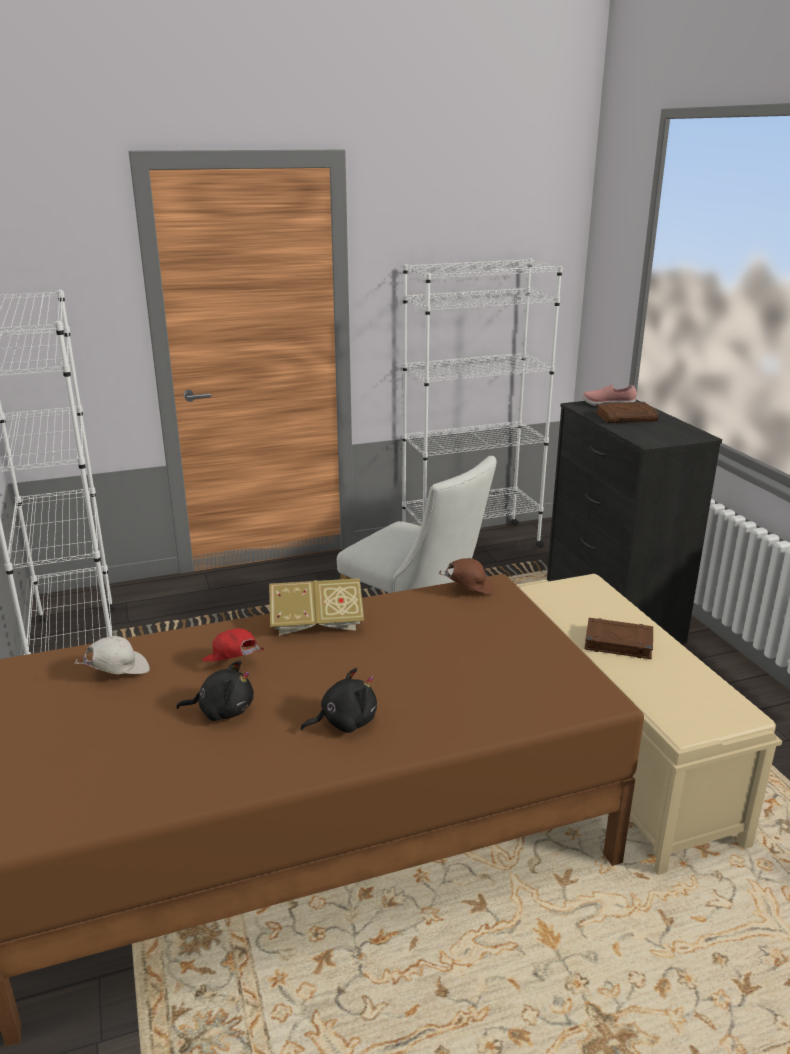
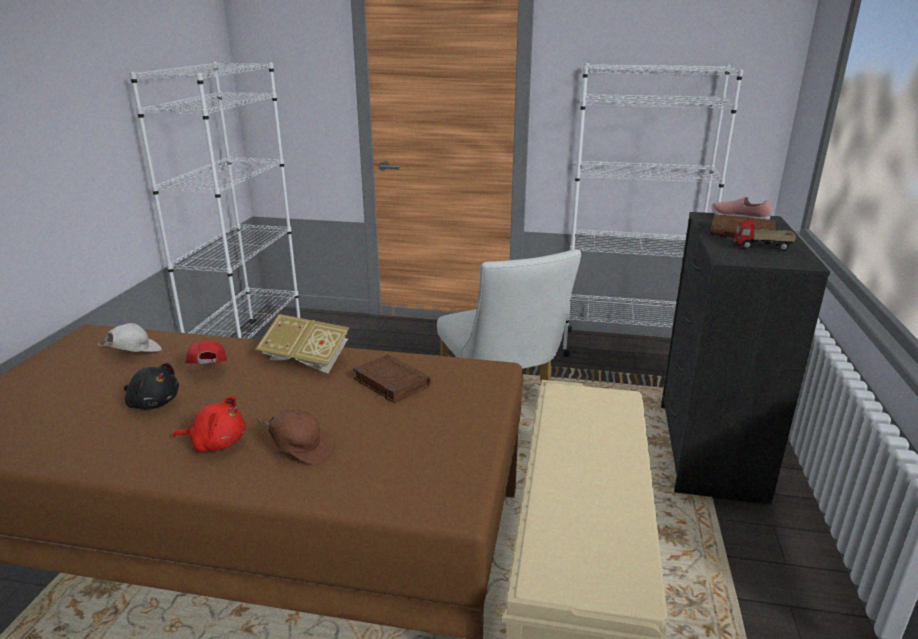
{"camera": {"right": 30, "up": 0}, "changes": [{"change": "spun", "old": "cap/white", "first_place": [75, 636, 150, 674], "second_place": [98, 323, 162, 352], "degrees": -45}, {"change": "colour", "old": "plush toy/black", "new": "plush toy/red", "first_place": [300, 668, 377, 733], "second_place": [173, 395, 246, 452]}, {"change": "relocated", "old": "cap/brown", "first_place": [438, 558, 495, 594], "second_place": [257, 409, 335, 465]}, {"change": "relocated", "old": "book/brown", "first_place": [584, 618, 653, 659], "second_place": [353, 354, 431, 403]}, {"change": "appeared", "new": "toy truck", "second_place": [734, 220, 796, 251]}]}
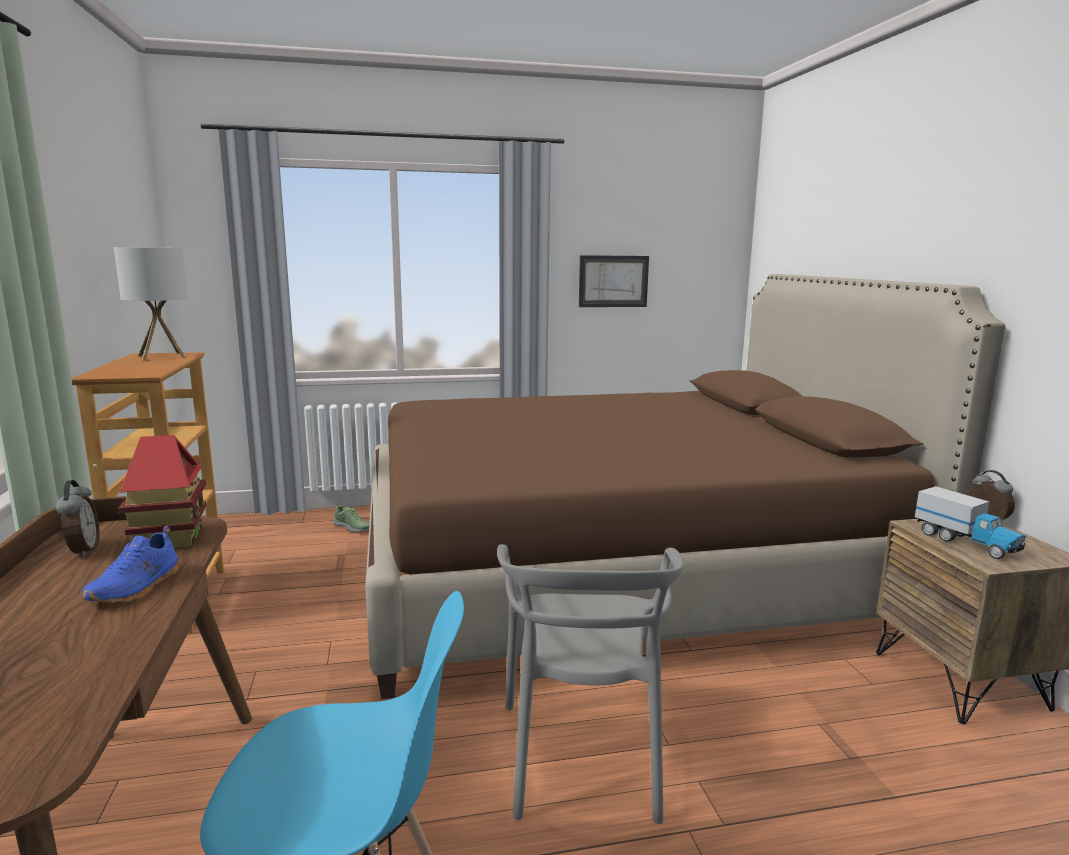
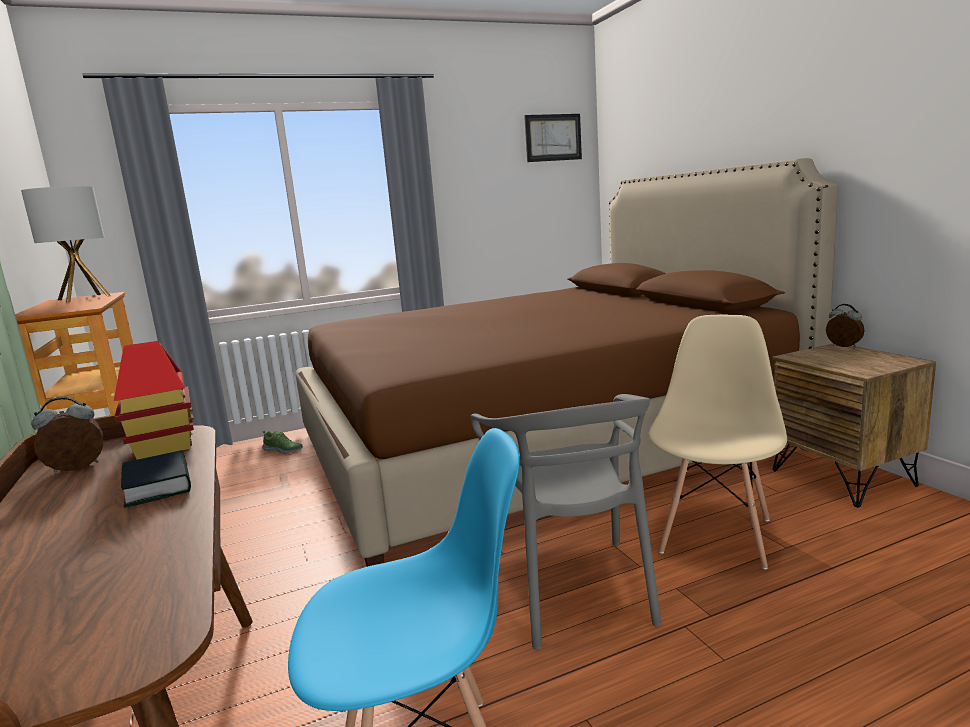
{"camera": {"right": -10, "up": 0}, "changes": [{"change": "spun", "old": "alarm clock", "first_place": [55, 480, 99, 557], "second_place": [31, 397, 103, 472], "degrees": -90}, {"change": "exchanged", "old": "shoe/blue", "new": "book", "first_place": [83, 526, 180, 603], "second_place": [121, 450, 191, 508]}, {"change": "relocated", "old": "picture", "first_place": [579, 255, 649, 307], "second_place": [524, 114, 582, 162]}, {"change": "missing", "old": "toy truck", "first_place": [915, 486, 1026, 559]}, {"change": "appeared", "new": "chair/beige", "second_place": [649, 315, 787, 570]}]}
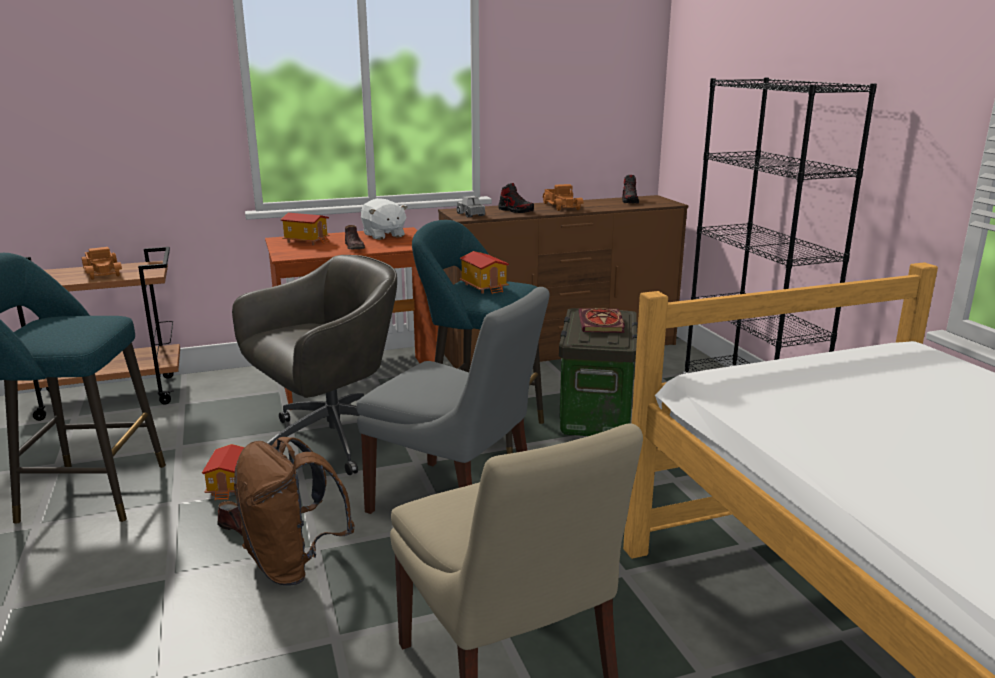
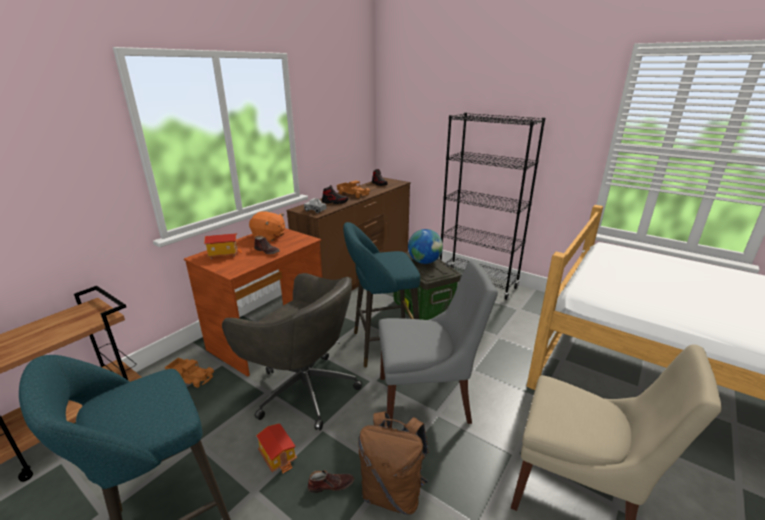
{"camera": {"right": -35, "up": 5}, "changes": [{"change": "relocated", "old": "toy truck", "first_place": [82, 247, 122, 280], "second_place": [165, 358, 214, 388]}, {"change": "spun", "old": "office chair/grey", "first_place": [232, 255, 397, 475], "second_place": [222, 273, 362, 430], "degrees": 105}, {"change": "colour", "old": "plush toy/white", "new": "plush toy/orange", "first_place": [361, 198, 407, 240], "second_place": [249, 211, 285, 241]}, {"change": "missing", "old": "toy house", "first_place": [460, 251, 509, 294]}, {"change": "exchanged", "old": "book", "new": "globe", "first_place": [579, 308, 625, 333], "second_place": [408, 229, 443, 264]}]}
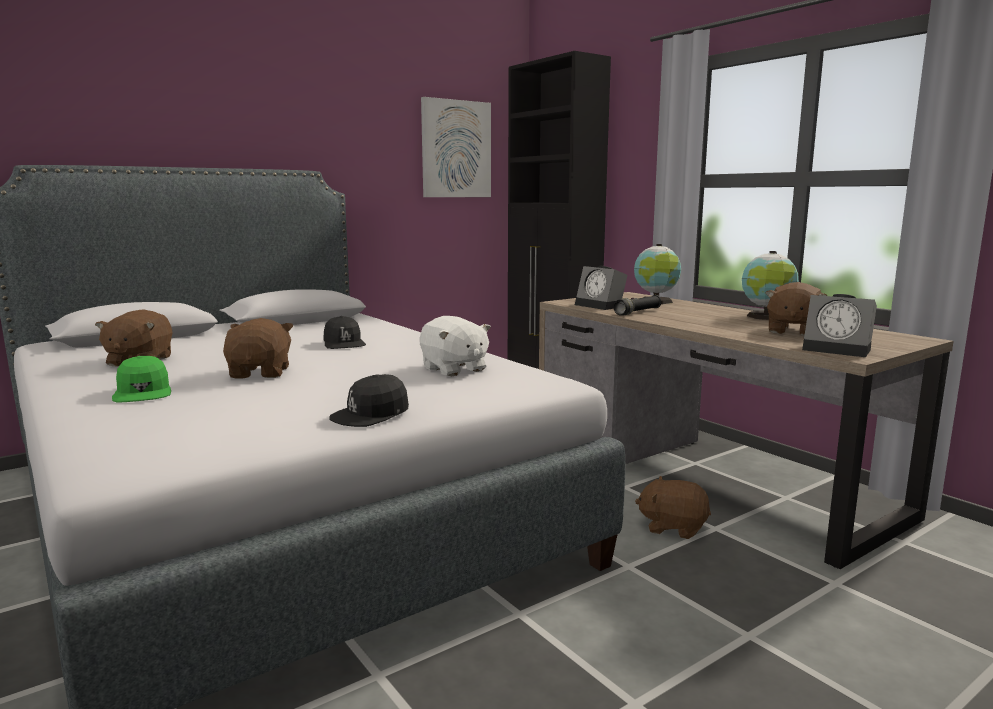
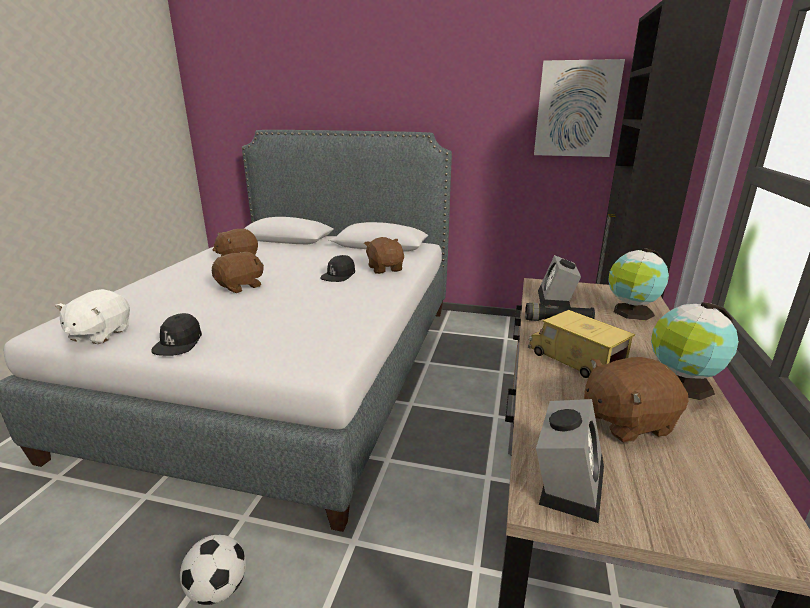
{"camera": {"right": 50, "up": 10}, "changes": [{"change": "missing", "old": "cap/green", "first_place": [112, 356, 171, 403]}, {"change": "spun", "old": "cap/black", "first_place": [329, 374, 409, 427], "second_place": [151, 313, 202, 356], "degrees": -90}, {"change": "relocated", "old": "plush toy/white", "first_place": [419, 316, 491, 376], "second_place": [55, 289, 130, 344]}, {"change": "relocated", "old": "plush toy/brown", "first_place": [635, 476, 711, 539], "second_place": [364, 237, 404, 274]}, {"change": "spun", "old": "alarm clock", "first_place": [802, 294, 877, 357], "second_place": [536, 399, 604, 523], "degrees": -150}, {"change": "appeared", "new": "football", "second_place": [180, 534, 246, 605]}, {"change": "appeared", "new": "toy truck", "second_place": [528, 310, 635, 378]}]}
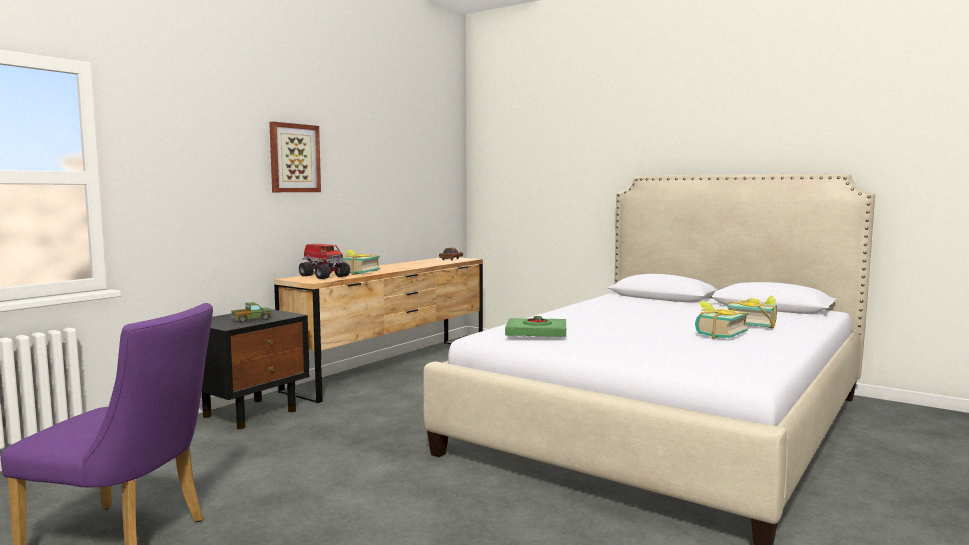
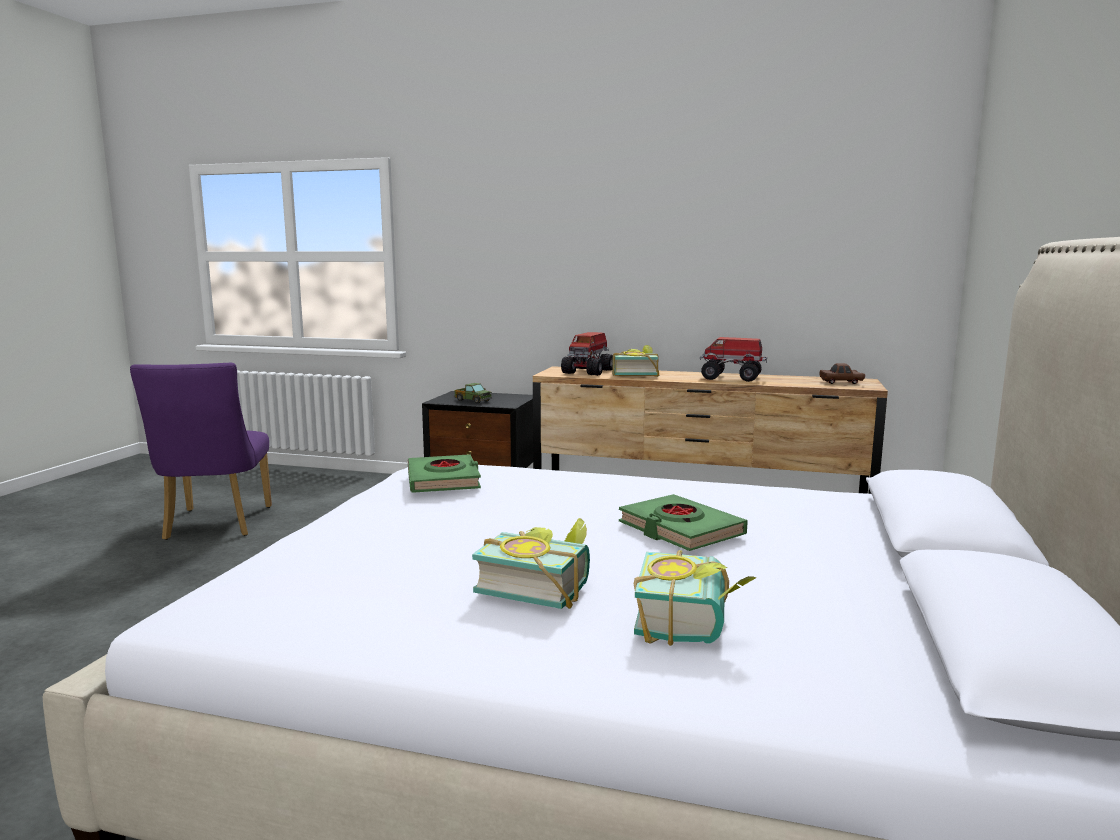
{"camera": {"right": 70, "up": 5}, "changes": [{"change": "missing", "old": "picture", "first_place": [269, 122, 321, 192]}, {"change": "appeared", "new": "book/green", "second_place": [619, 494, 748, 551]}, {"change": "appeared", "new": "toy truck", "second_place": [700, 337, 767, 382]}]}
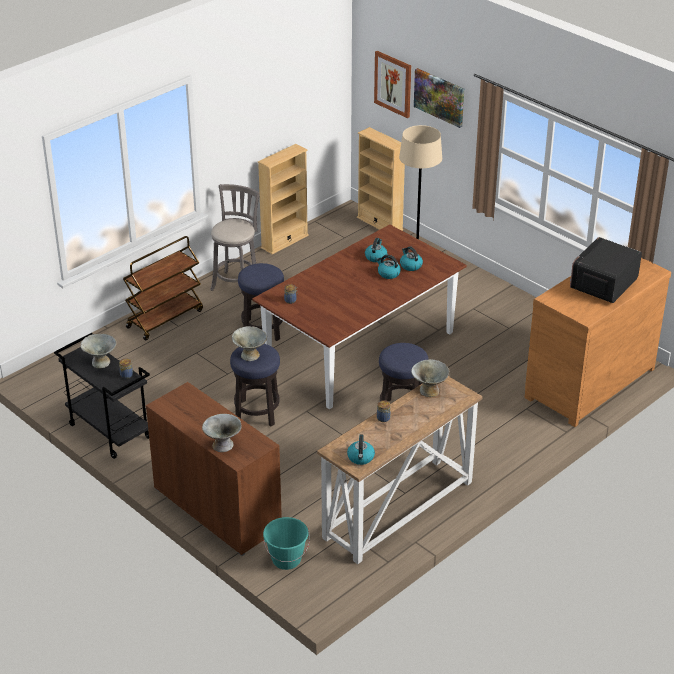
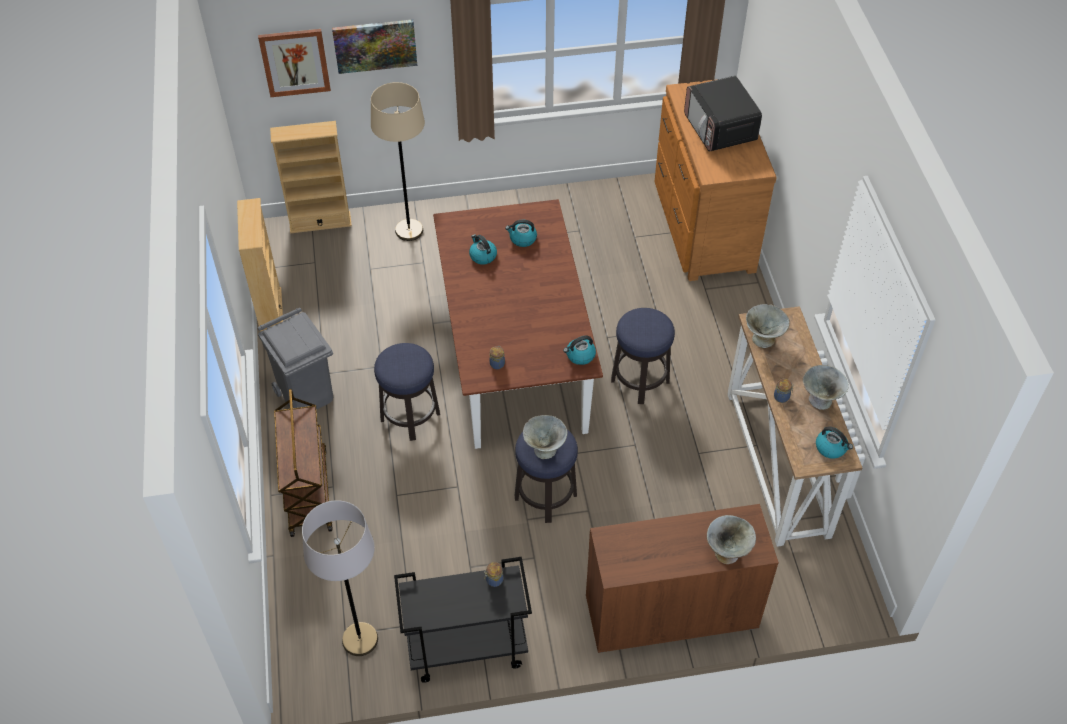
{"camera": {"right": -55, "up": 15}, "changes": [{"change": "relocated", "old": "bowl/grey", "first_place": [81, 334, 117, 368], "second_place": [802, 365, 849, 410]}, {"change": "exchanged", "old": "stool/grey", "new": "trash can/grey", "first_place": [210, 184, 260, 291], "second_place": [258, 308, 333, 410]}, {"change": "missing", "old": "bucket/turquoise", "first_place": [263, 517, 310, 570]}, {"change": "relocated", "old": "kettle", "first_place": [376, 255, 401, 279], "second_place": [563, 336, 596, 365]}, {"change": "appeared", "new": "floor lamp/grey", "second_place": [302, 500, 378, 656]}]}
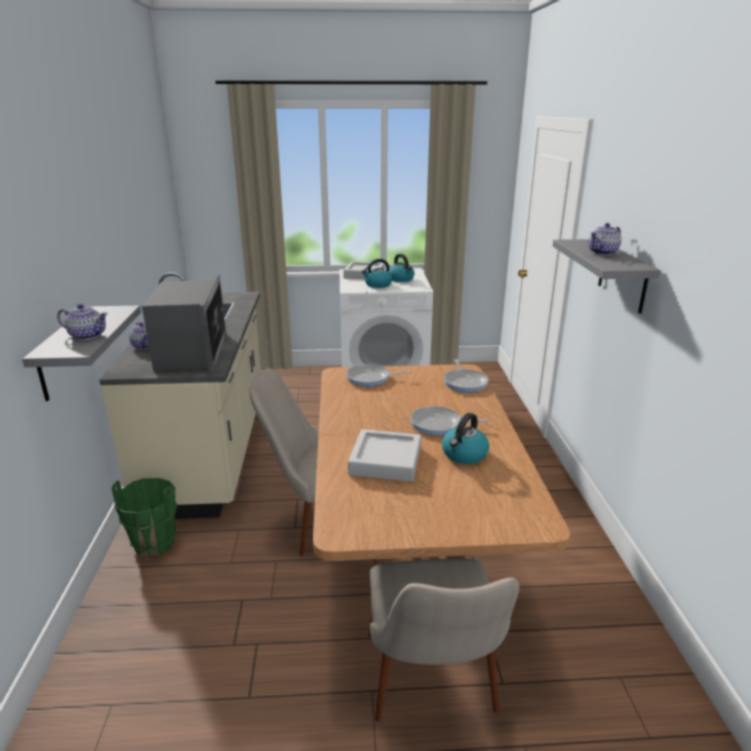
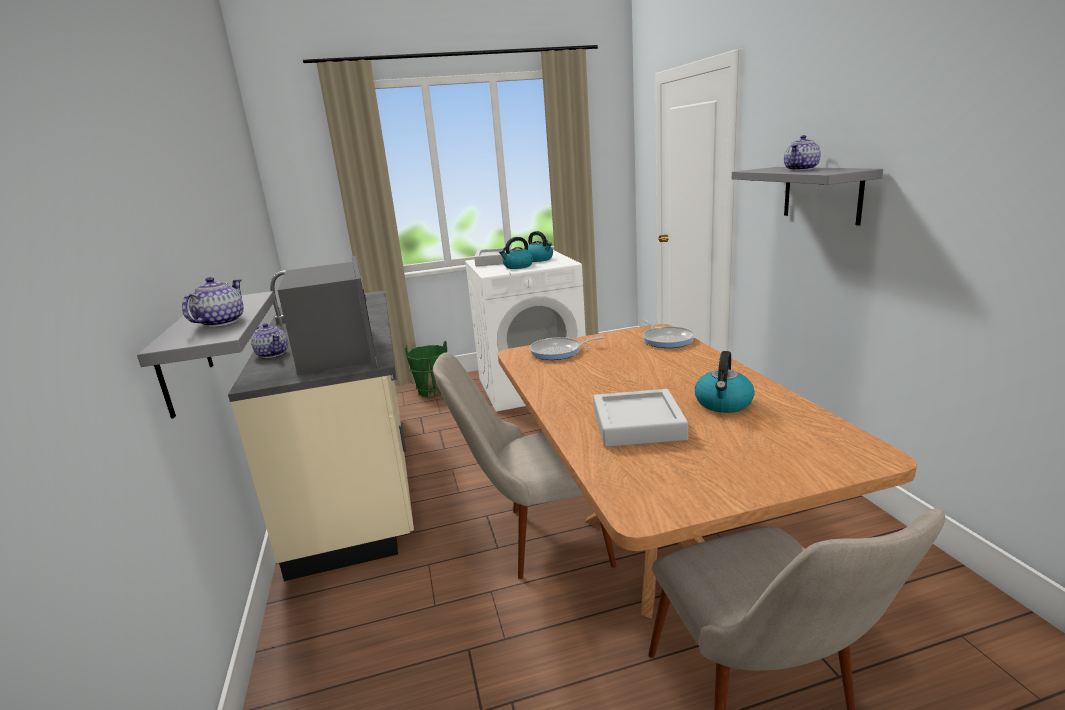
{"camera": {"right": -10, "up": -5}, "changes": [{"change": "spun", "old": "teapot", "first_place": [57, 304, 108, 340], "second_place": [182, 277, 243, 327], "degrees": -75}, {"change": "relocated", "old": "bucket/green", "first_place": [112, 478, 177, 556], "second_place": [405, 341, 447, 397]}, {"change": "missing", "old": "frying pan", "first_place": [410, 406, 488, 435]}]}
